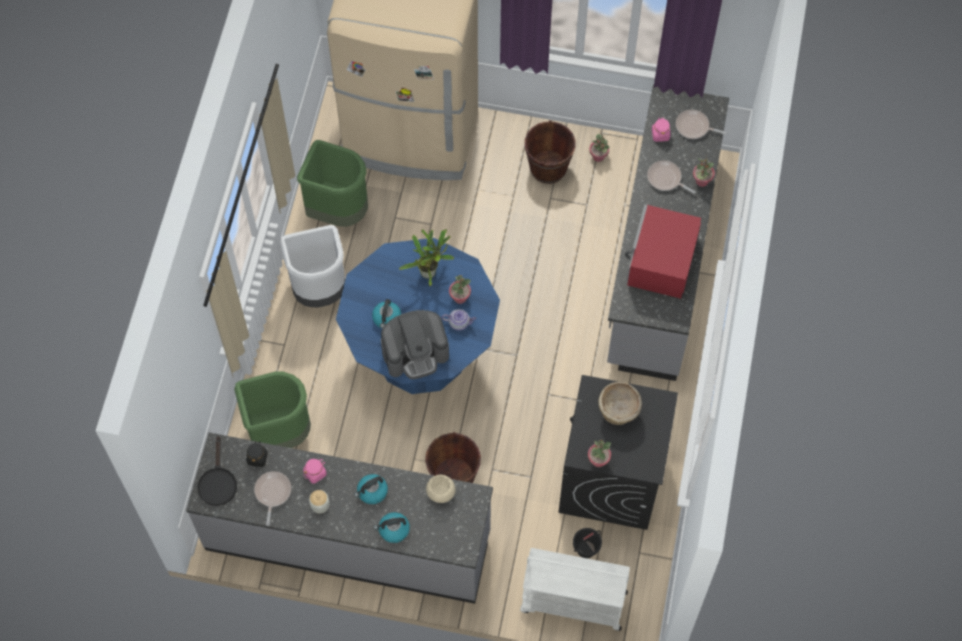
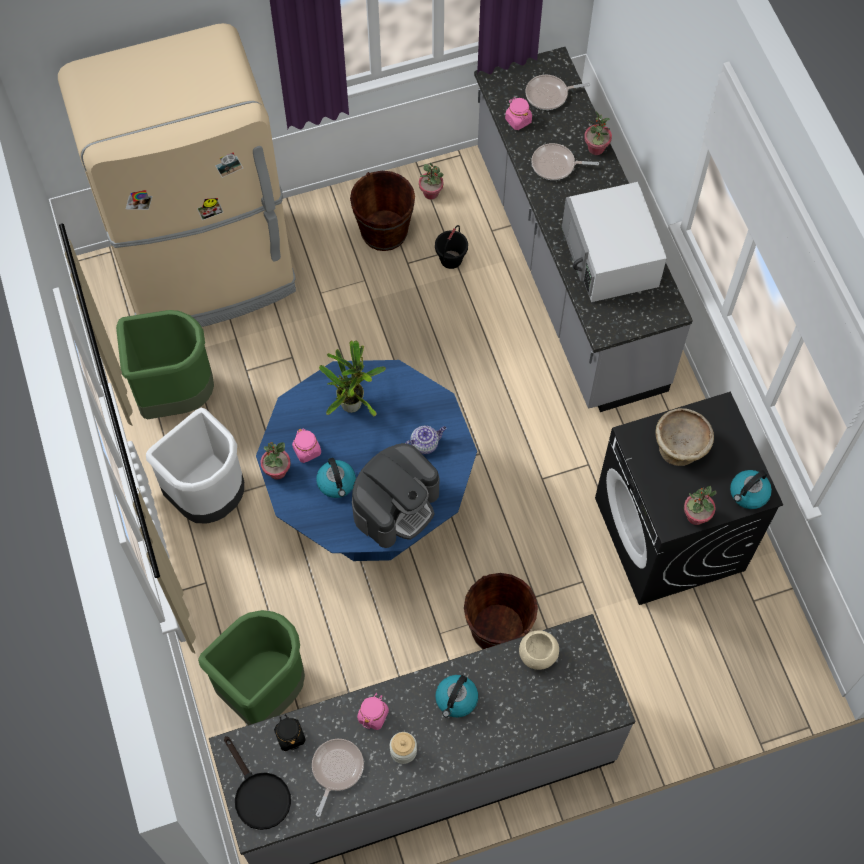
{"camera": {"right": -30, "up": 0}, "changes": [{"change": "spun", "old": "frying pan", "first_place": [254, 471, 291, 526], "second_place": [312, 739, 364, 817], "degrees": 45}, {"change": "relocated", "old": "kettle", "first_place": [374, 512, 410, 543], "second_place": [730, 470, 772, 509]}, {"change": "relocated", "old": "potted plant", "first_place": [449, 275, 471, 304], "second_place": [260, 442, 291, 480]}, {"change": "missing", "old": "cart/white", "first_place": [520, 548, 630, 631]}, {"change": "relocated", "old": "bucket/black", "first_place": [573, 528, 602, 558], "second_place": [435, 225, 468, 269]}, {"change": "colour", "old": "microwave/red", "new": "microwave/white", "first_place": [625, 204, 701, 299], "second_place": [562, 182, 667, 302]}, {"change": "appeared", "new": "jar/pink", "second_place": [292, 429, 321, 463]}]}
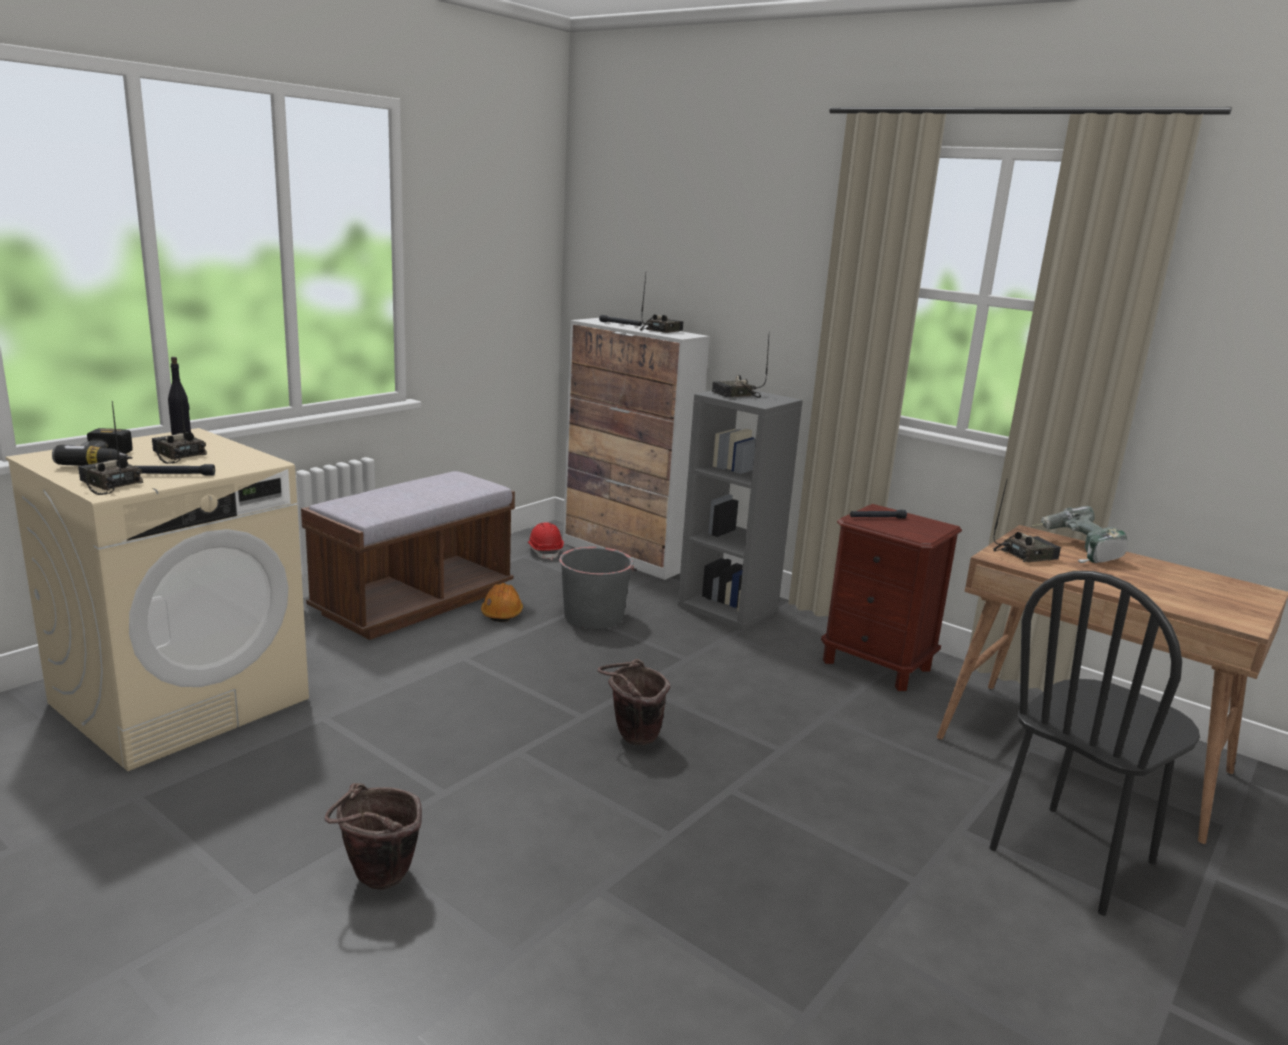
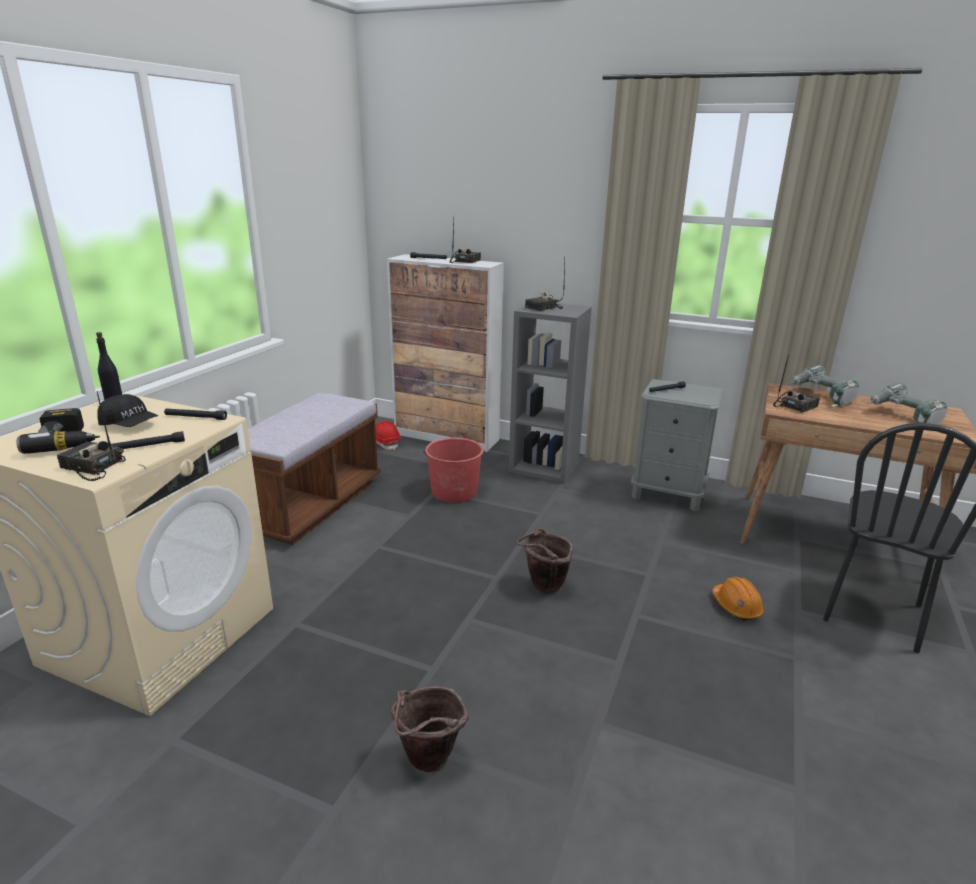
{"camera": {"right": -15, "up": 5}, "changes": [{"change": "exchanged", "old": "radio", "new": "cap/black", "first_place": [152, 383, 207, 464], "second_place": [97, 394, 158, 427]}, {"change": "relocated", "old": "hard hat/orange", "first_place": [481, 583, 523, 622], "second_place": [712, 577, 764, 620]}, {"change": "colour", "old": "bucket/grey", "new": "bucket/red", "first_place": [558, 547, 637, 629], "second_place": [423, 438, 485, 503]}, {"change": "colour", "old": "nightstand/brown", "new": "nightstand/grey", "first_place": [821, 504, 962, 691], "second_place": [630, 379, 724, 511]}, {"change": "appeared", "new": "flashlight/black", "second_place": [164, 408, 227, 420]}, {"change": "appeared", "new": "power drill", "second_place": [866, 383, 947, 424]}]}
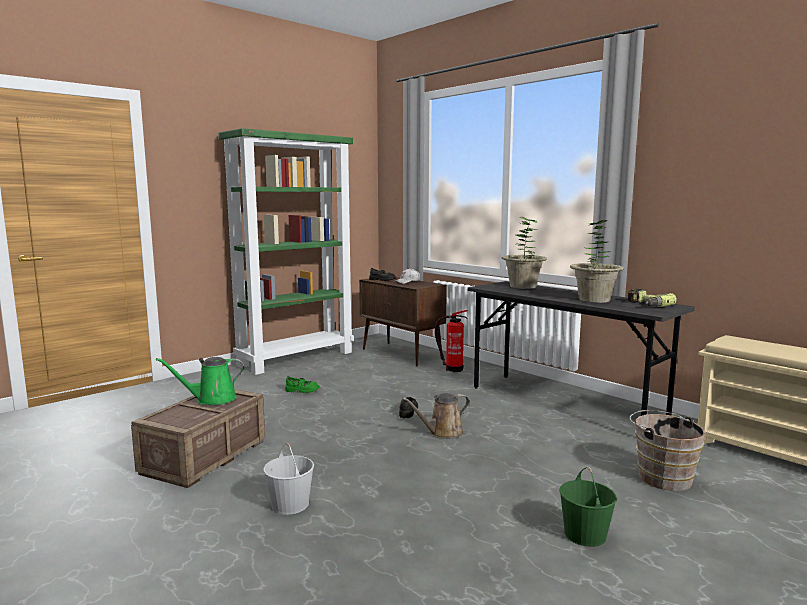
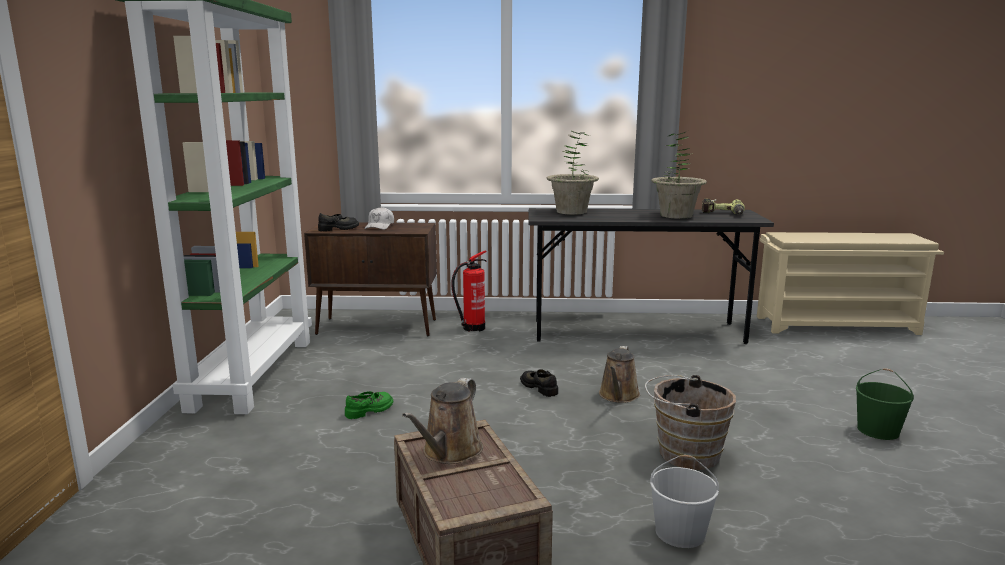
{"camera": {"right": -45, "up": 5}, "changes": [{"change": "colour", "old": "watering can/green", "new": "watering can/brown", "first_place": [156, 357, 244, 405], "second_place": [402, 378, 483, 464]}, {"change": "relocated", "old": "bucket/brown", "first_place": [629, 410, 706, 491], "second_place": [645, 375, 736, 470]}]}
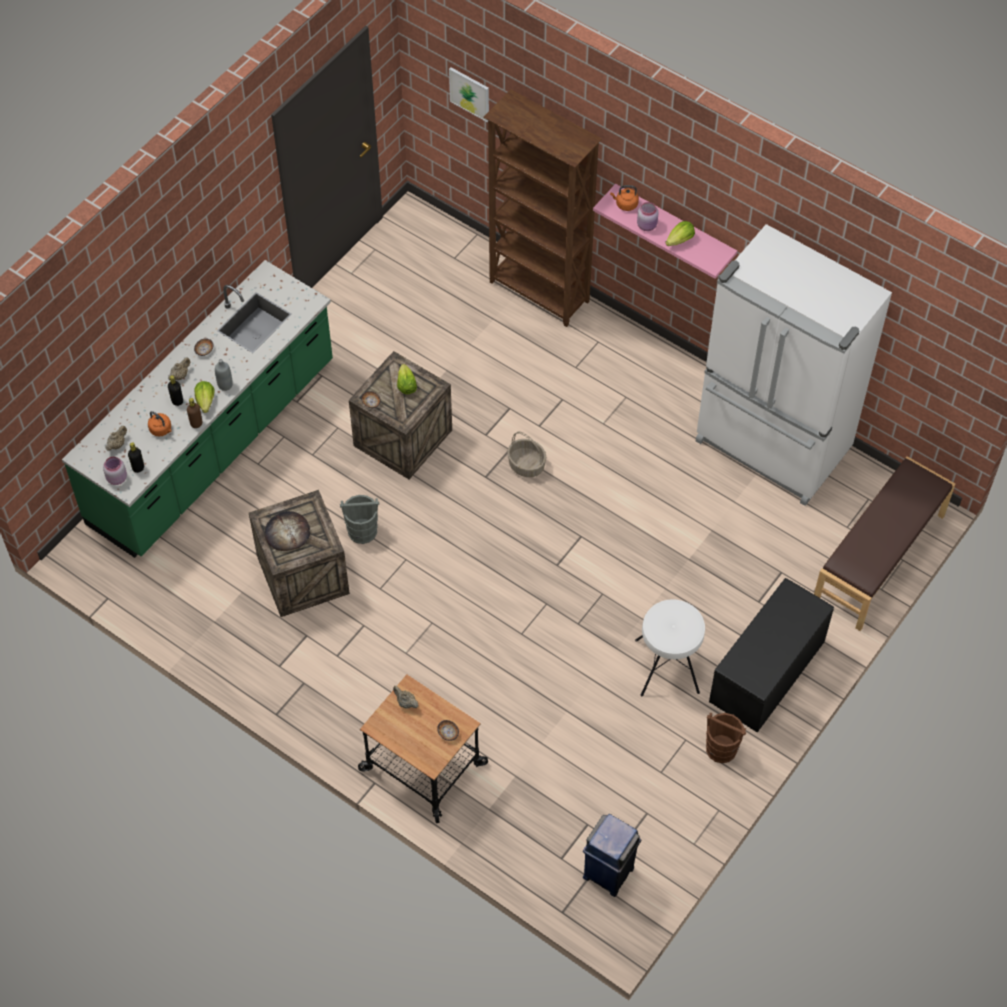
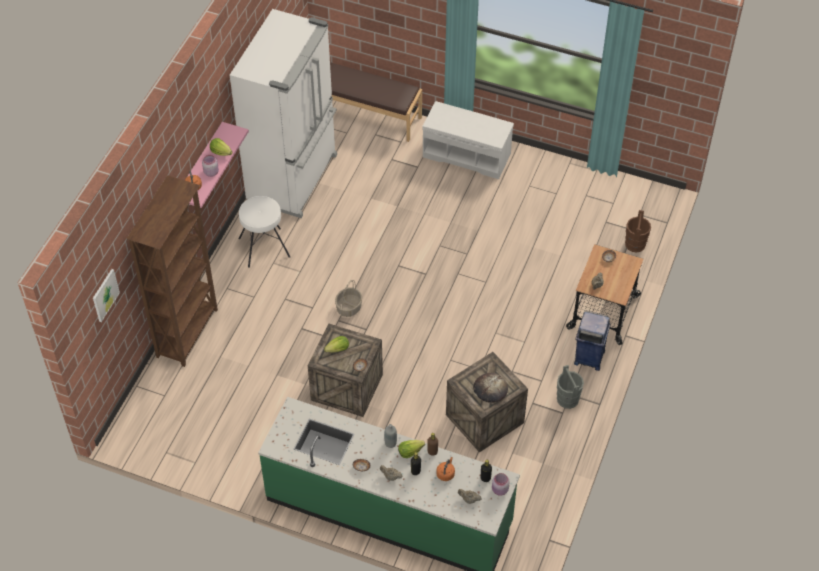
{"camera": {"right": -105, "up": -5}, "changes": [{"change": "relocated", "old": "bucket/grey", "first_place": [340, 495, 379, 544], "second_place": [557, 365, 584, 409]}, {"change": "relocated", "old": "trash can/blue", "first_place": [583, 814, 641, 897], "second_place": [574, 311, 610, 371]}, {"change": "relocated", "old": "stool/white", "first_place": [635, 599, 705, 696], "second_place": [239, 196, 290, 268]}, {"change": "relocated", "old": "bucket/brown", "first_place": [706, 712, 746, 763], "second_place": [625, 210, 651, 253]}, {"change": "colour", "old": "bench/black", "new": "bench/white", "first_place": [709, 578, 834, 733], "second_place": [422, 101, 514, 179]}]}
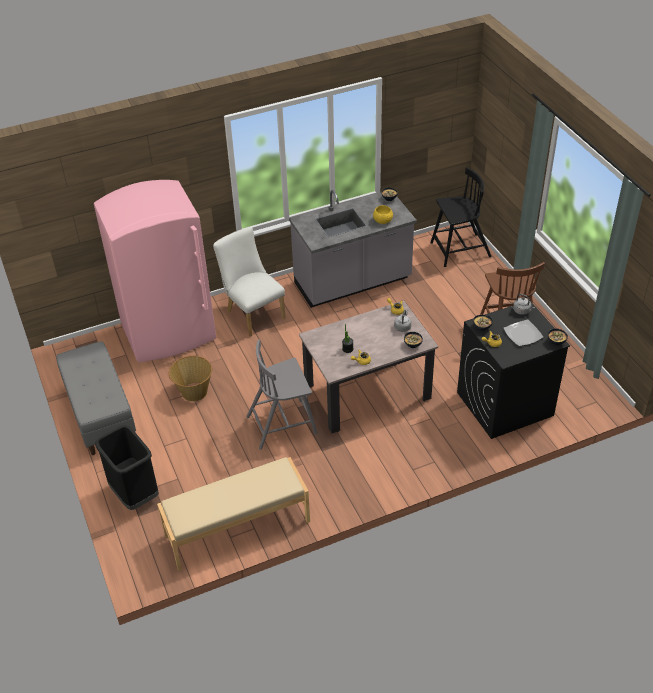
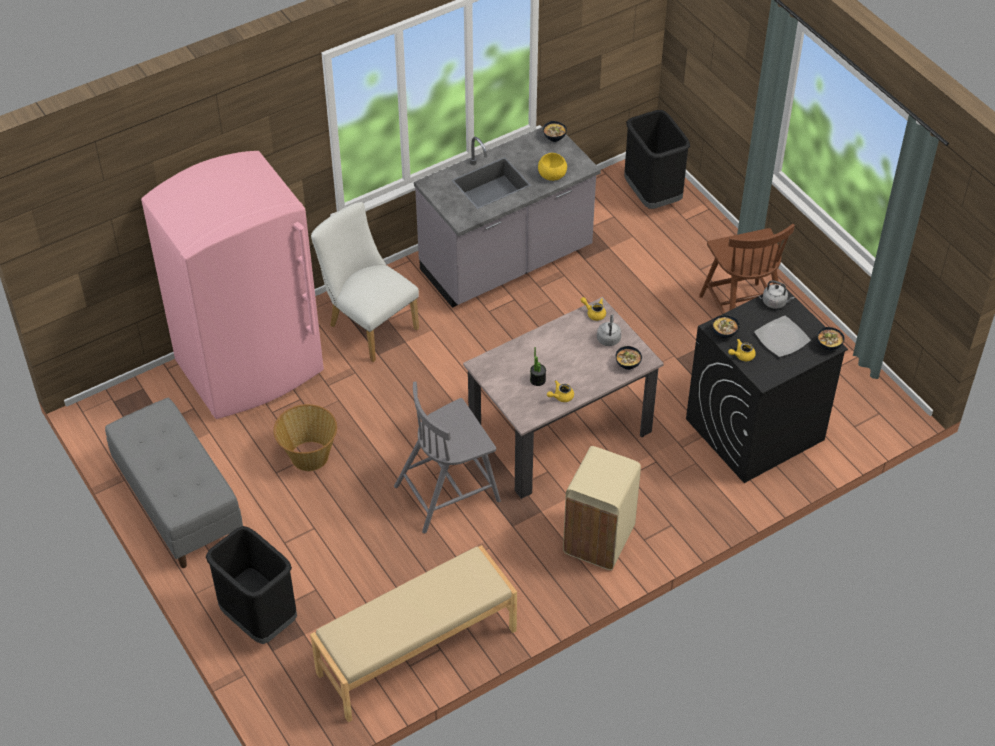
{"camera": {"right": -10, "up": 5}, "changes": [{"change": "exchanged", "old": "chair/black", "new": "trash can/black", "first_place": [430, 167, 492, 267], "second_place": [624, 110, 690, 209]}, {"change": "appeared", "new": "trash can/beige", "second_place": [563, 446, 641, 570]}]}
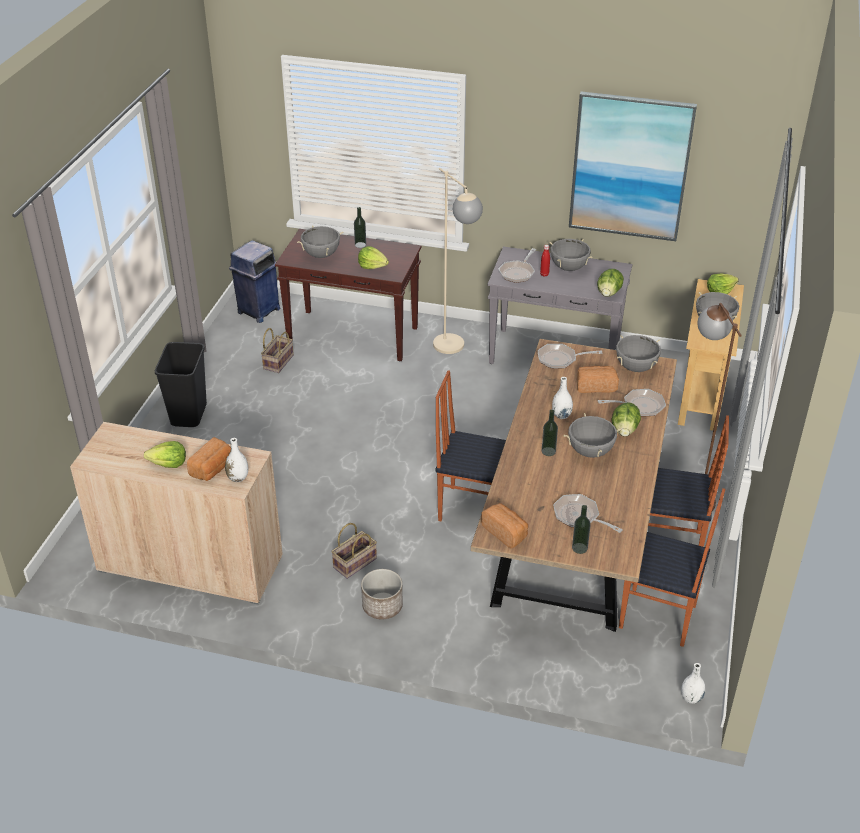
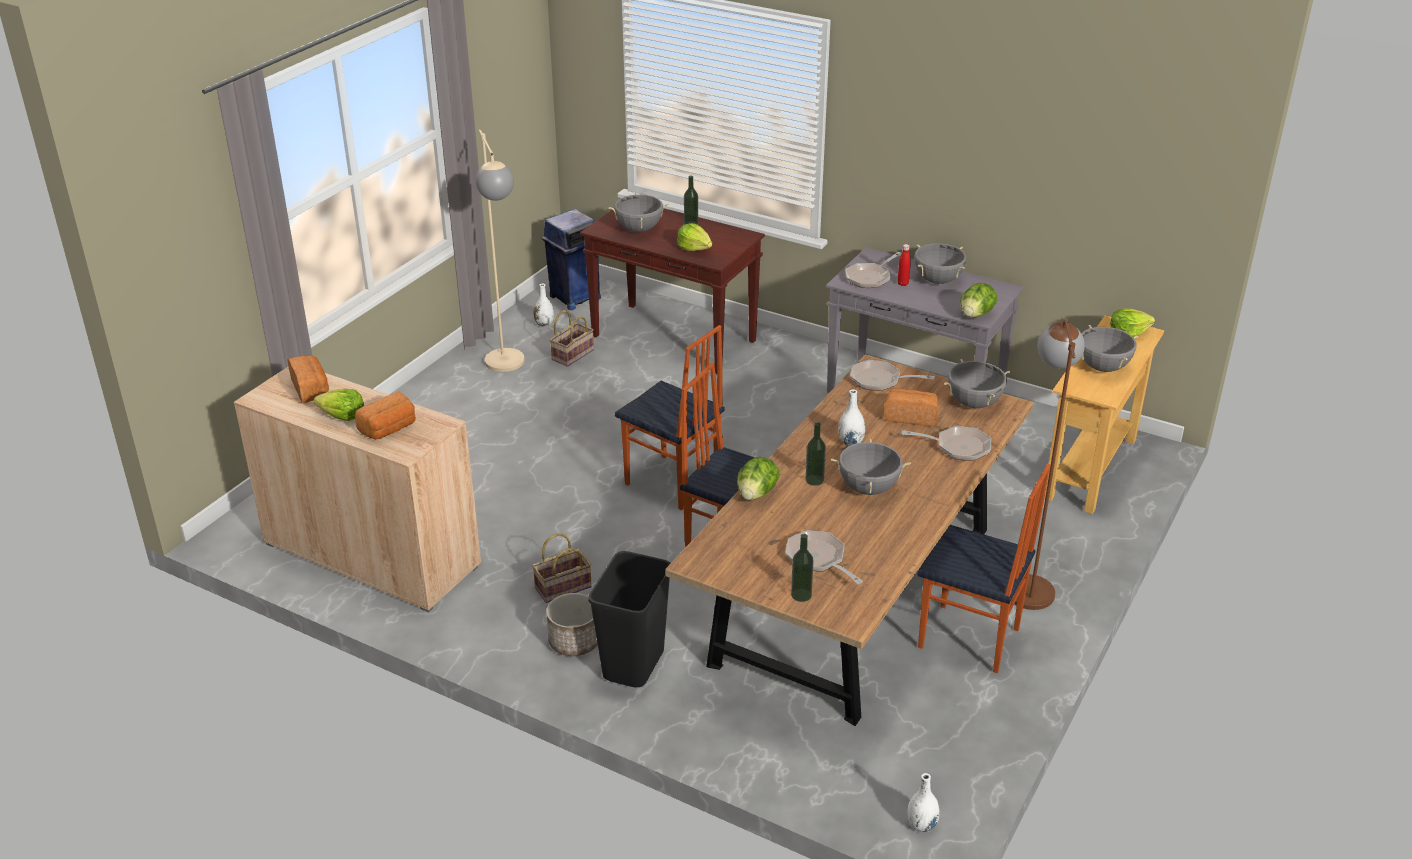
{"camera": {"right": 15, "up": -5}, "changes": [{"change": "relocated", "old": "trash can/black", "first_place": [155, 342, 207, 427], "second_place": [588, 551, 671, 687]}, {"change": "relocated", "old": "vase/white", "first_place": [225, 438, 248, 482], "second_place": [534, 284, 554, 327]}, {"change": "relocated", "old": "floor lamp/beige", "first_place": [433, 168, 483, 354], "second_place": [476, 130, 525, 372]}, {"change": "relocated", "old": "bread", "first_place": [481, 503, 528, 549], "second_place": [288, 356, 329, 403]}, {"change": "missing", "old": "picture", "first_place": [569, 91, 697, 241]}, {"change": "relocated", "old": "lettuce", "first_place": [612, 402, 641, 437], "second_place": [737, 457, 780, 500]}, {"change": "relocated", "old": "chair", "first_place": [619, 488, 725, 647], "second_place": [615, 325, 725, 511]}]}
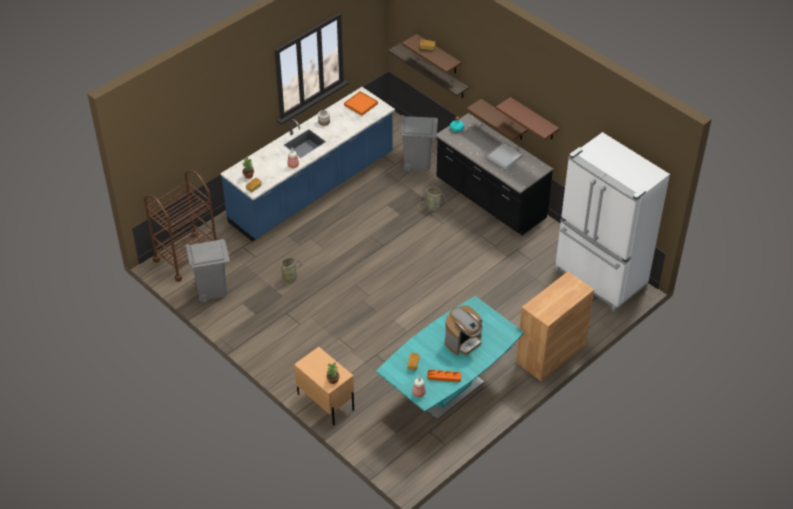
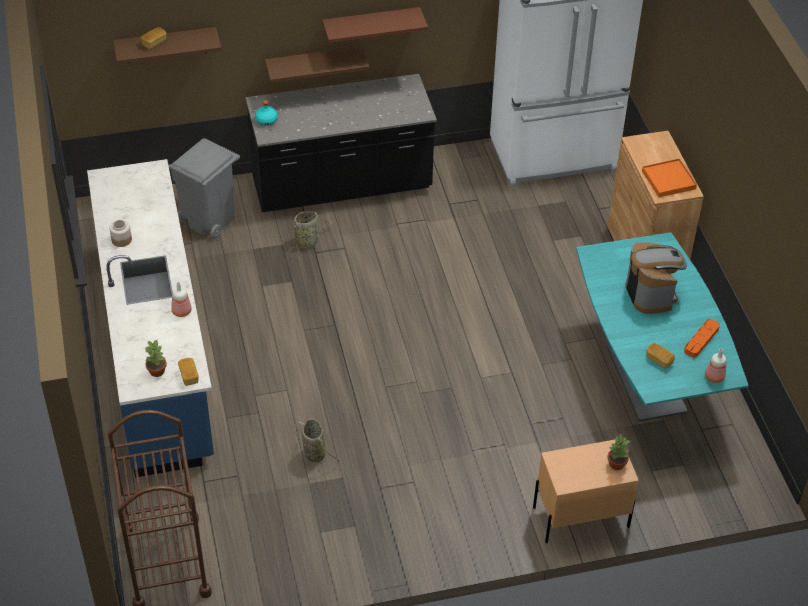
{"camera": {"right": -60, "up": 0}, "changes": [{"change": "missing", "old": "trash can/grey", "first_place": [185, 239, 230, 303]}, {"change": "relocated", "old": "tray/orange", "first_place": [344, 91, 378, 116], "second_place": [642, 158, 697, 197]}, {"change": "missing", "old": "shelf", "first_place": [388, 43, 469, 98]}, {"change": "missing", "old": "tray/white", "first_place": [487, 143, 522, 169]}]}
